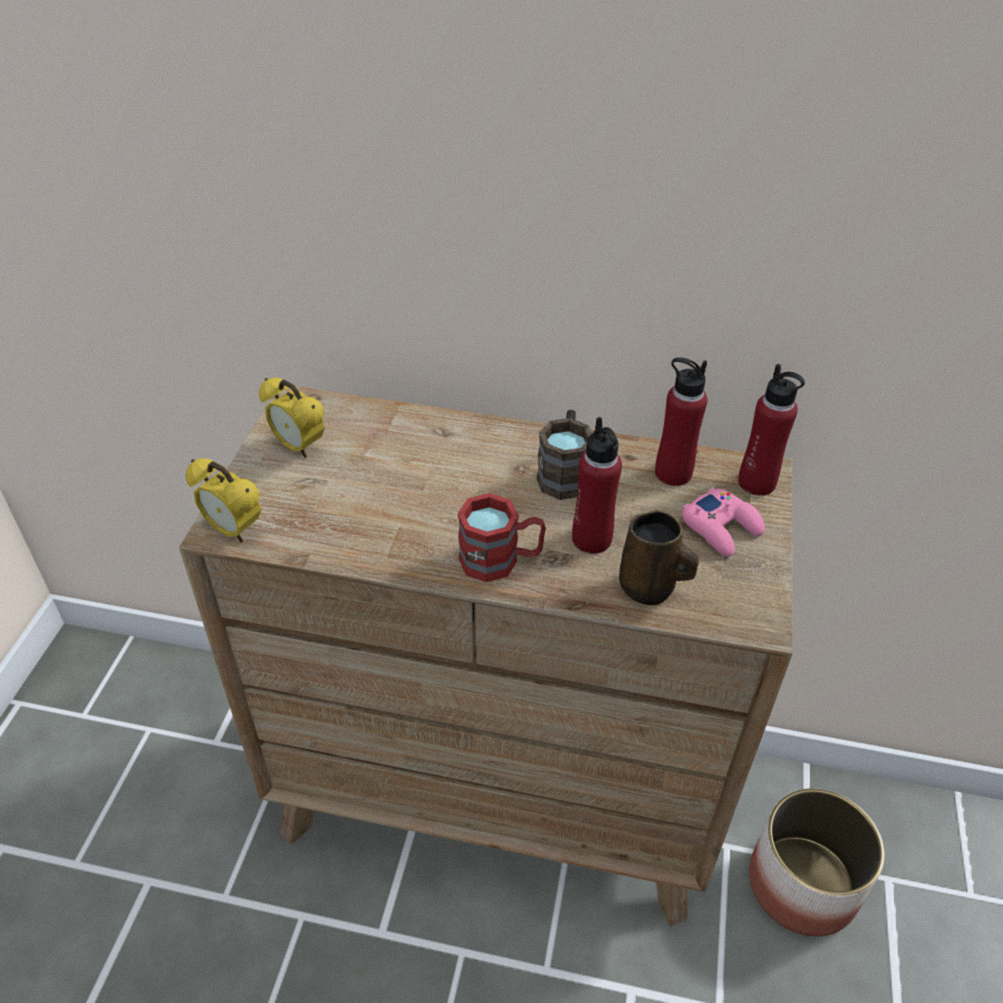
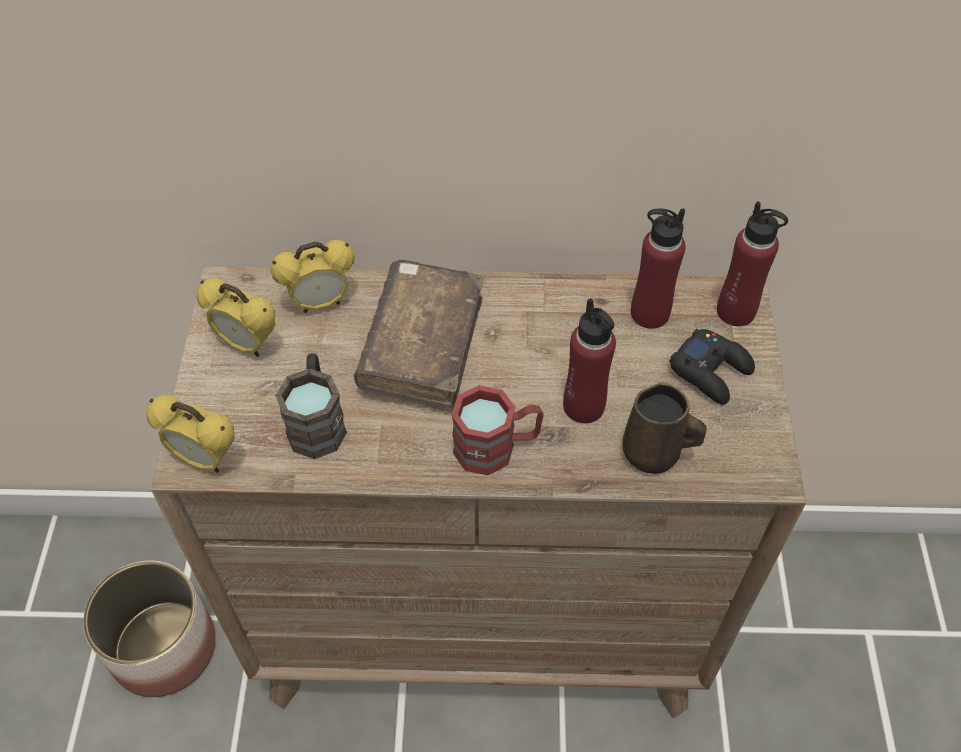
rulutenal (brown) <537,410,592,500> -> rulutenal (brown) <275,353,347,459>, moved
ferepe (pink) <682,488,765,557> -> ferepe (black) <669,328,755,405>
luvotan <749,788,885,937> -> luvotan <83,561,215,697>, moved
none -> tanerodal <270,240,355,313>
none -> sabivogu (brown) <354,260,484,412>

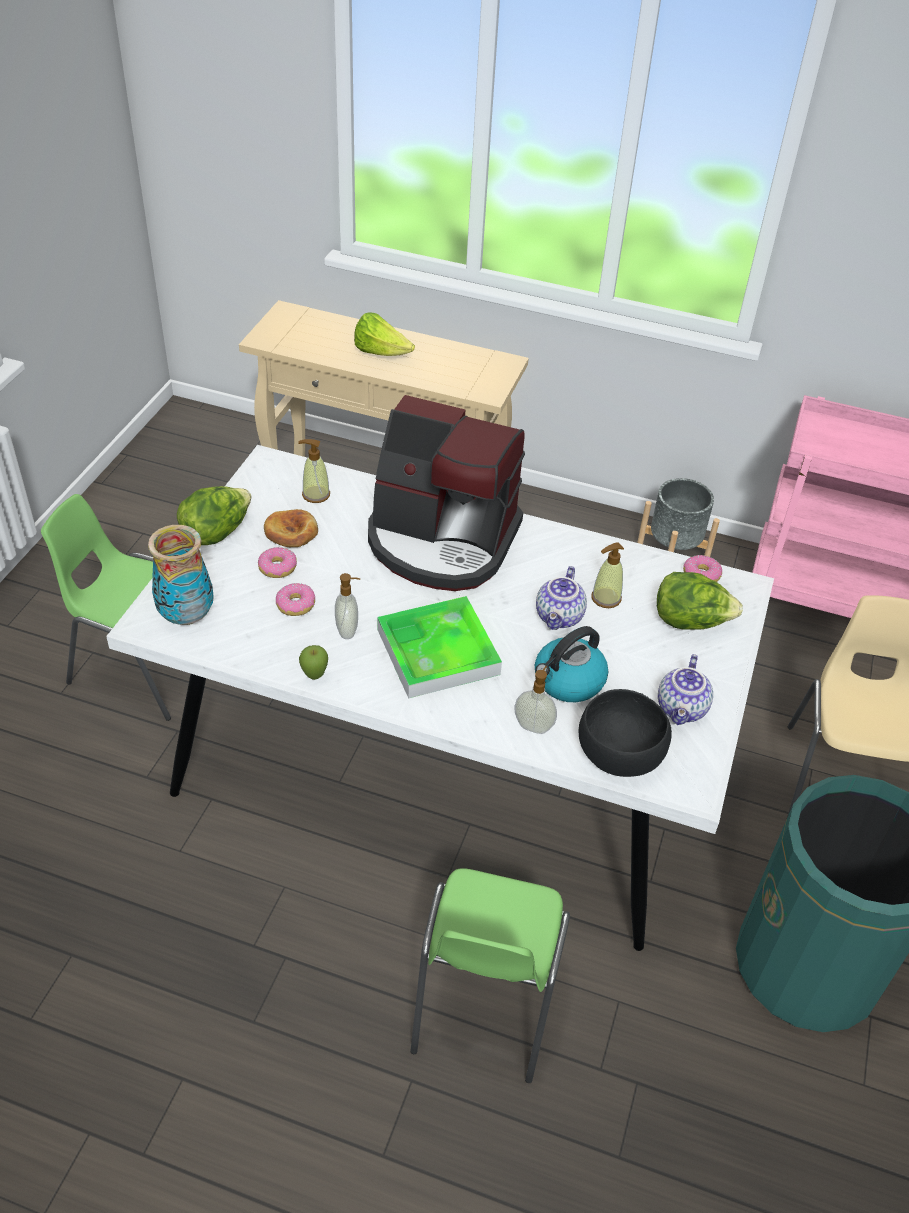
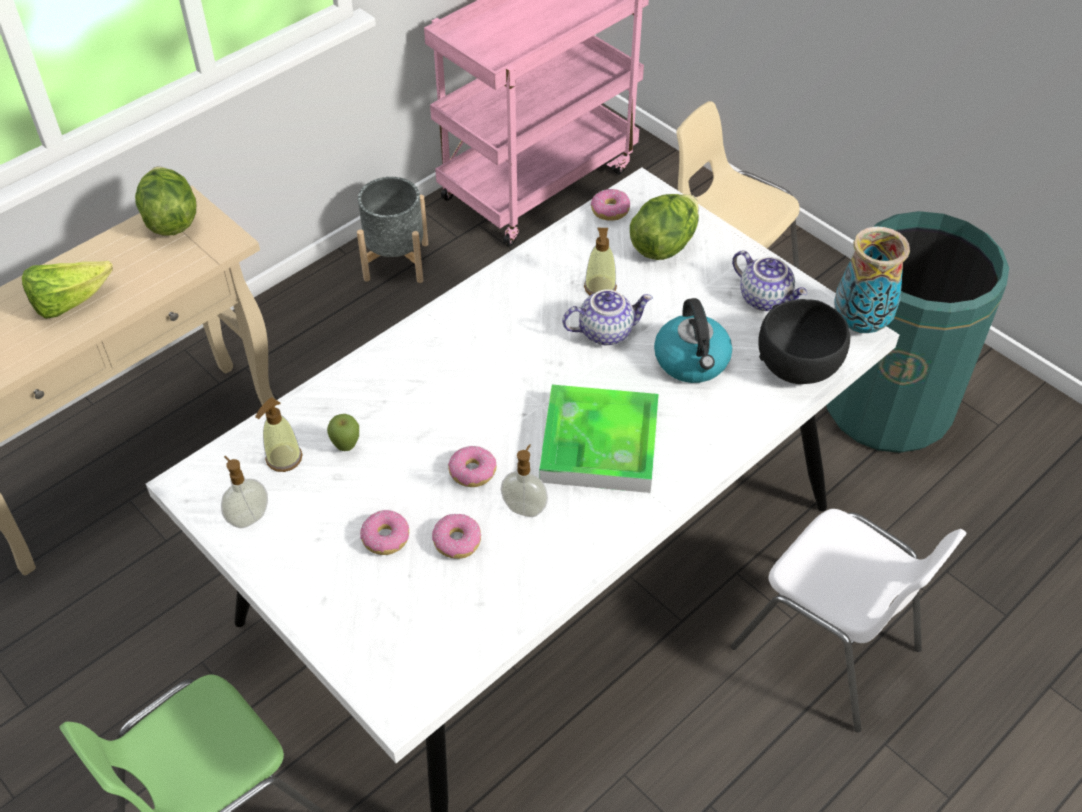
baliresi <148,525,214,625> -> baliresi <834,227,910,333>, moved
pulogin <177,486,251,545> -> pulogin <135,166,196,236>, moved
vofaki <264,509,318,547> -> none
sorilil <299,645,328,680> -> sorilil <327,414,359,451>, moved
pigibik <368,395,525,591> -> none
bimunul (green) <411,868,570,1083> -> bimunul (white) <731,509,967,732>
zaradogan <514,666,557,734> -> zaradogan <221,456,268,528>, moved
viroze <536,566,587,630> -> viroze <562,289,653,345>, 60 degrees counterclockwise
none -> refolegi <448,446,496,487>

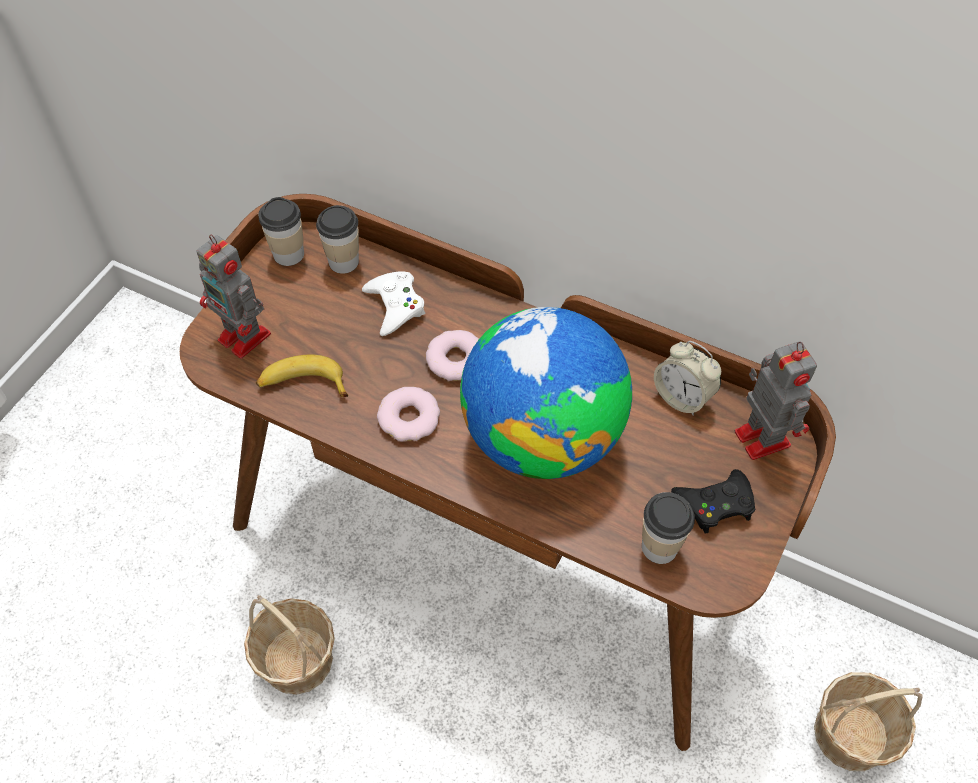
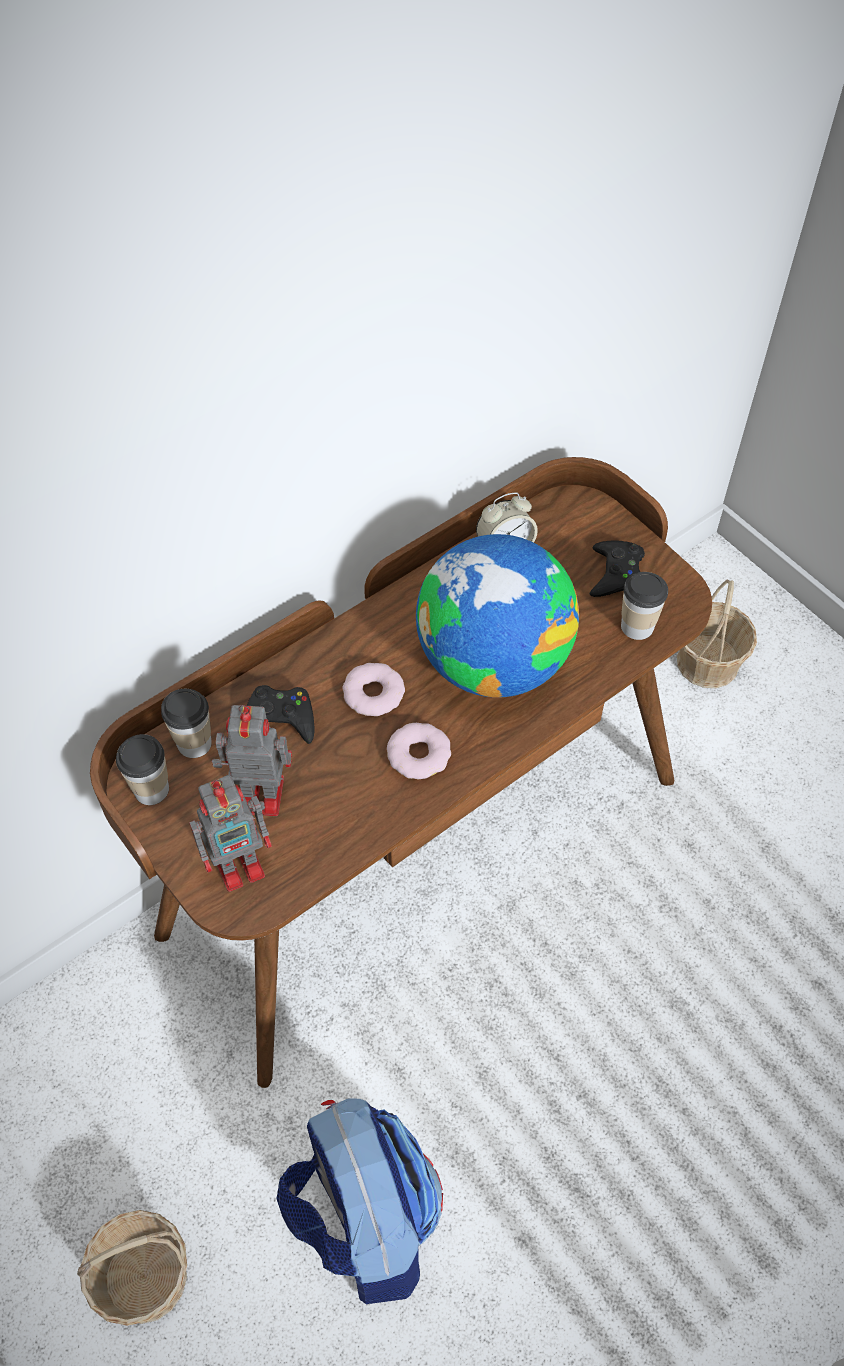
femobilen <244,595,335,695> -> femobilen <77,1210,187,1326>, moved
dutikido <256,354,348,397> -> none
ferepe (white) <362,271,425,336> -> ferepe (black) <247,685,315,744>
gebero <735,341,817,460> -> gebero <212,705,292,816>, moved
none -> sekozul <277,1098,443,1304>

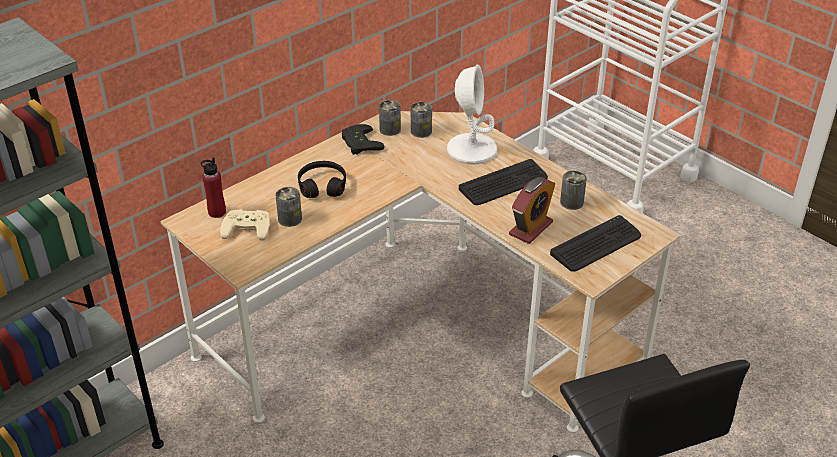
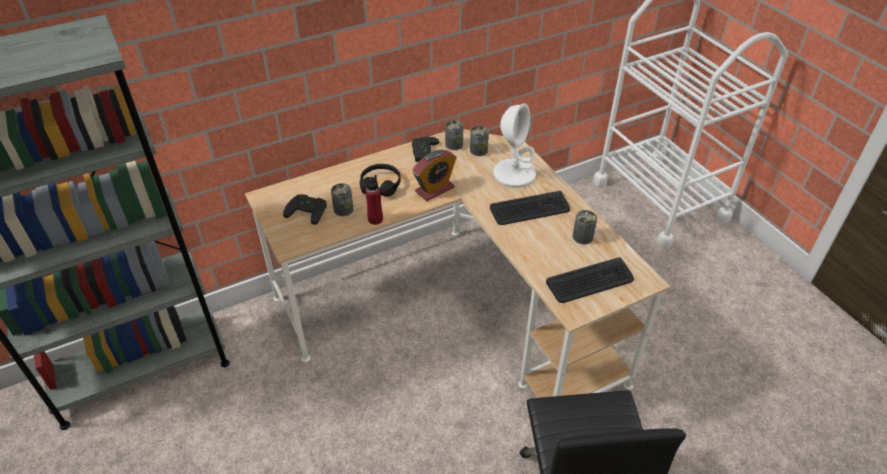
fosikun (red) <200,157,226,218> -> fosikun (red) <364,175,383,225>, moved
ferepe (beige) <220,209,270,240> -> ferepe (black) <283,194,327,225>
tanerodal <509,177,555,244> -> tanerodal <413,150,456,201>, moved

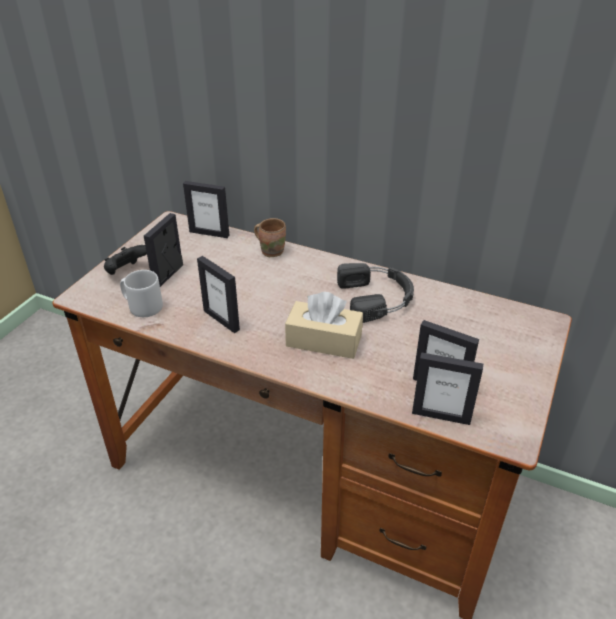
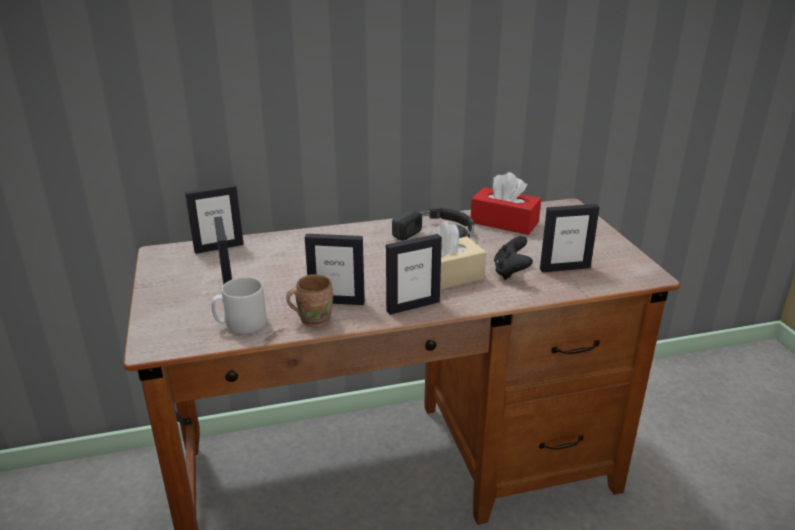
ferepe (black) <104,245,147,275> -> ferepe (black) <494,236,533,280>, moved
rulutenal (brown) <254,218,286,257> -> rulutenal (brown) <286,274,333,327>, moved
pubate <412,352,483,425> -> pubate <386,234,442,315>, moved
none -> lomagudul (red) <471,172,541,235>

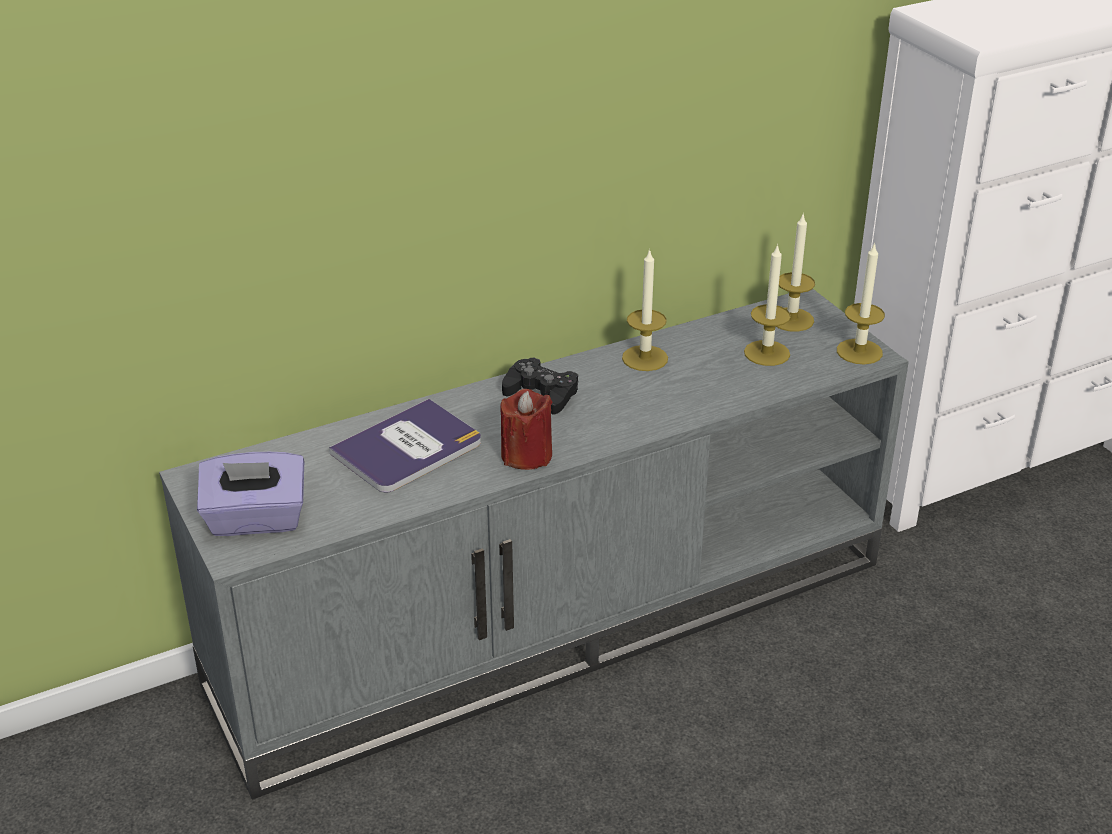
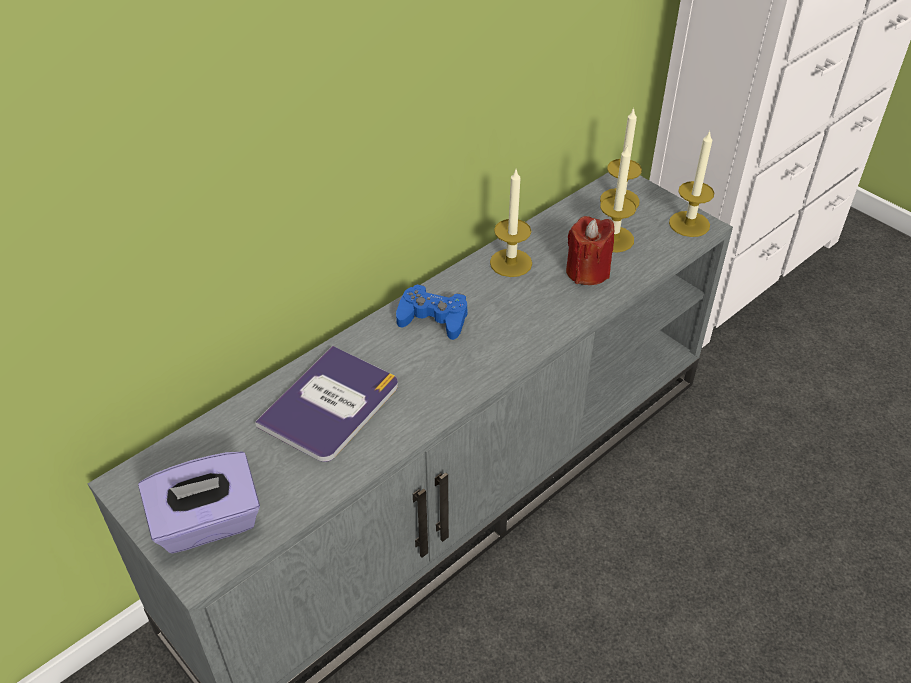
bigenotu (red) <500,389,552,470> -> bigenotu (red) <566,216,615,285>, moved
ferepe (black) <502,358,578,415> -> ferepe (blue) <396,284,468,340>

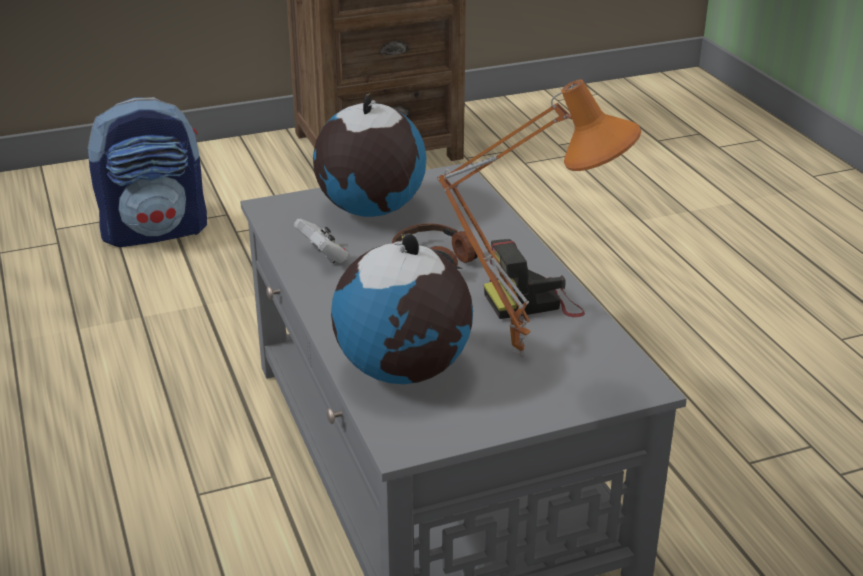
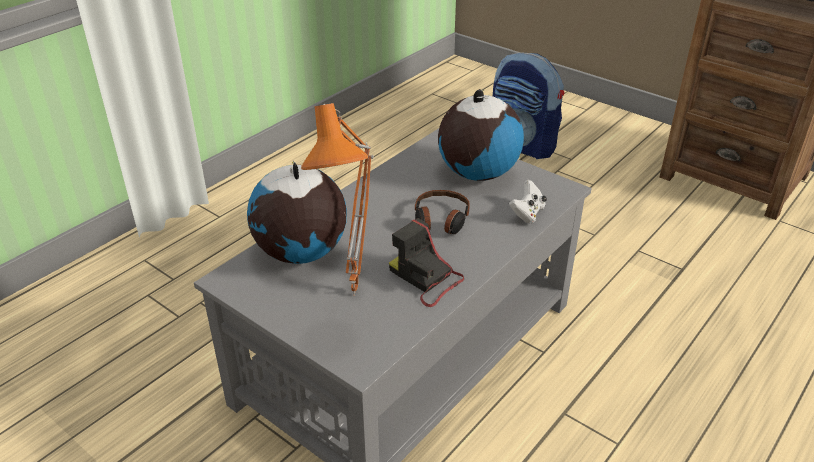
ferepe (white) <294,218,348,264> -> ferepe (white) <509,179,547,223>, moved

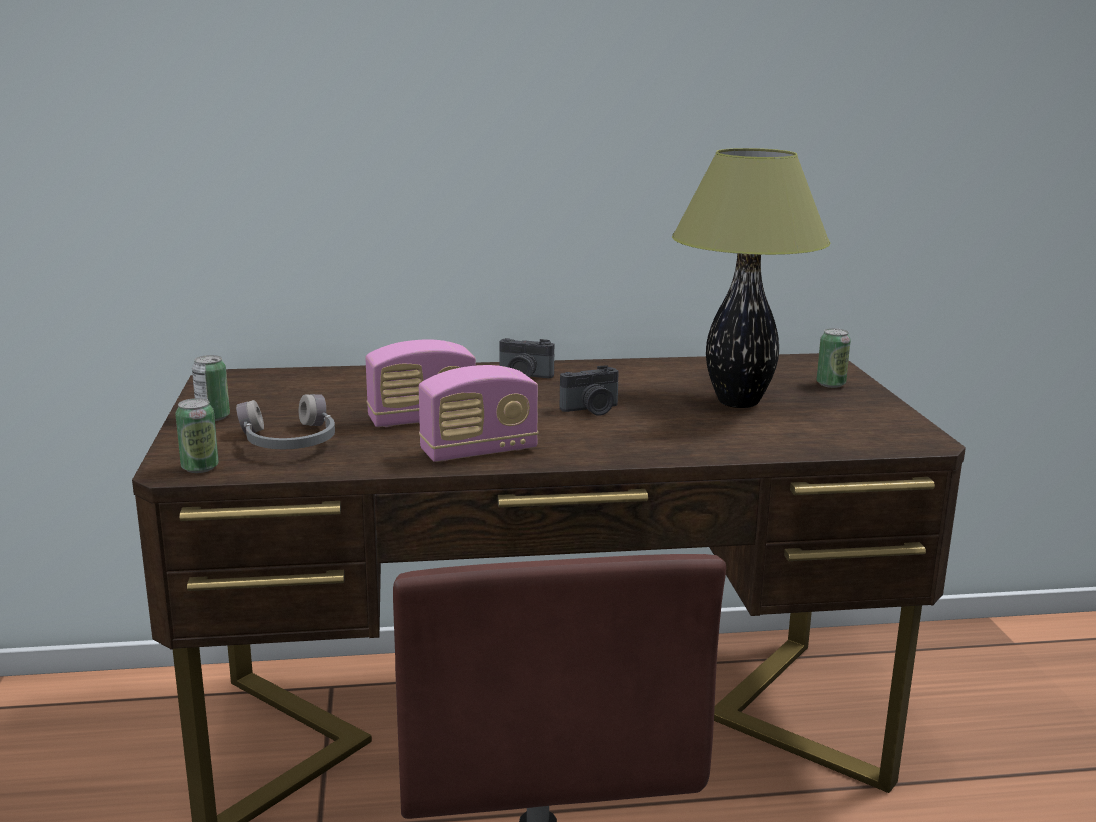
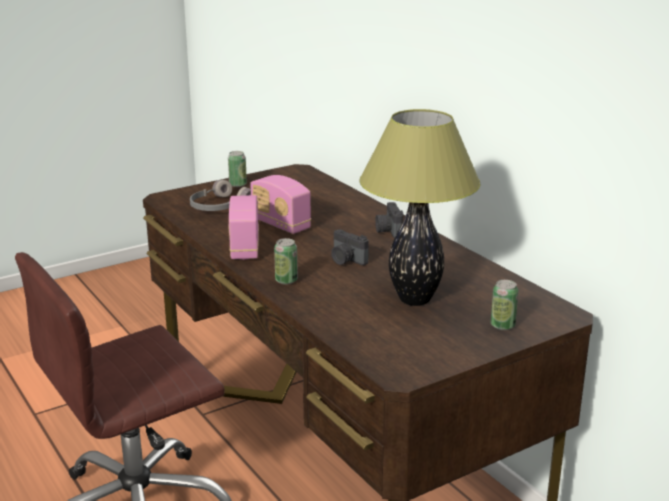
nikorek <175,398,219,473> -> nikorek <274,238,298,285>, moved
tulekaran <419,365,538,462> -> tulekaran <229,195,259,260>, 45 degrees clockwise

